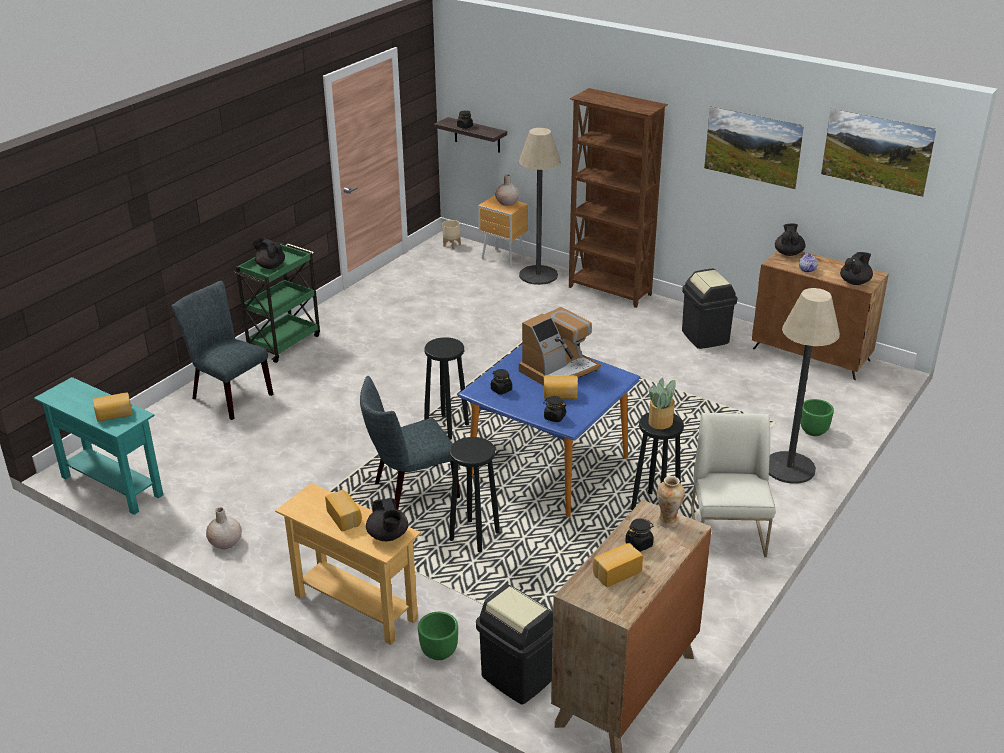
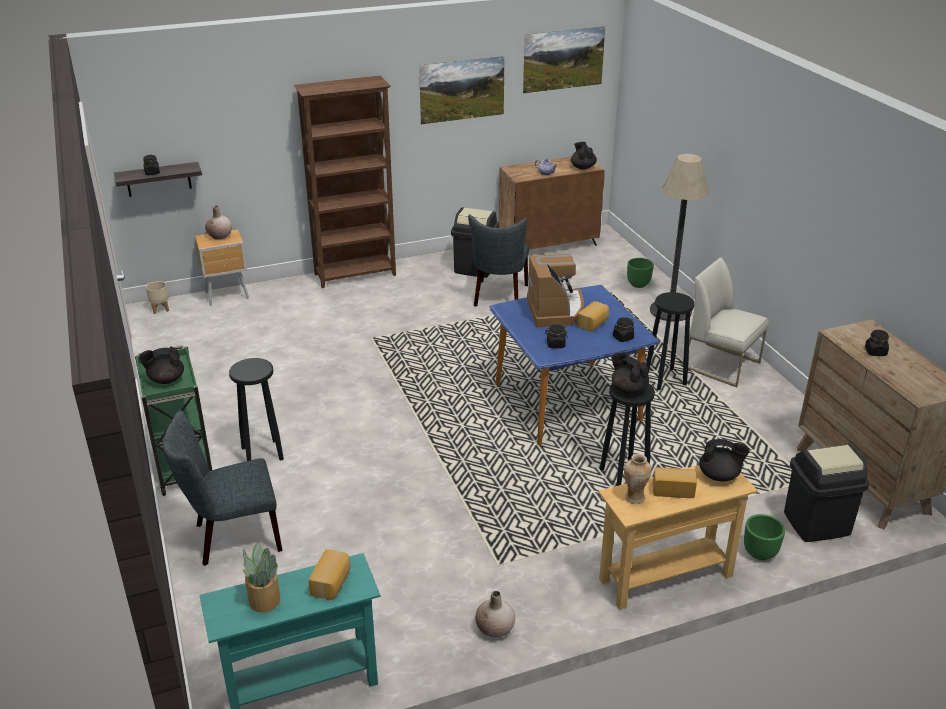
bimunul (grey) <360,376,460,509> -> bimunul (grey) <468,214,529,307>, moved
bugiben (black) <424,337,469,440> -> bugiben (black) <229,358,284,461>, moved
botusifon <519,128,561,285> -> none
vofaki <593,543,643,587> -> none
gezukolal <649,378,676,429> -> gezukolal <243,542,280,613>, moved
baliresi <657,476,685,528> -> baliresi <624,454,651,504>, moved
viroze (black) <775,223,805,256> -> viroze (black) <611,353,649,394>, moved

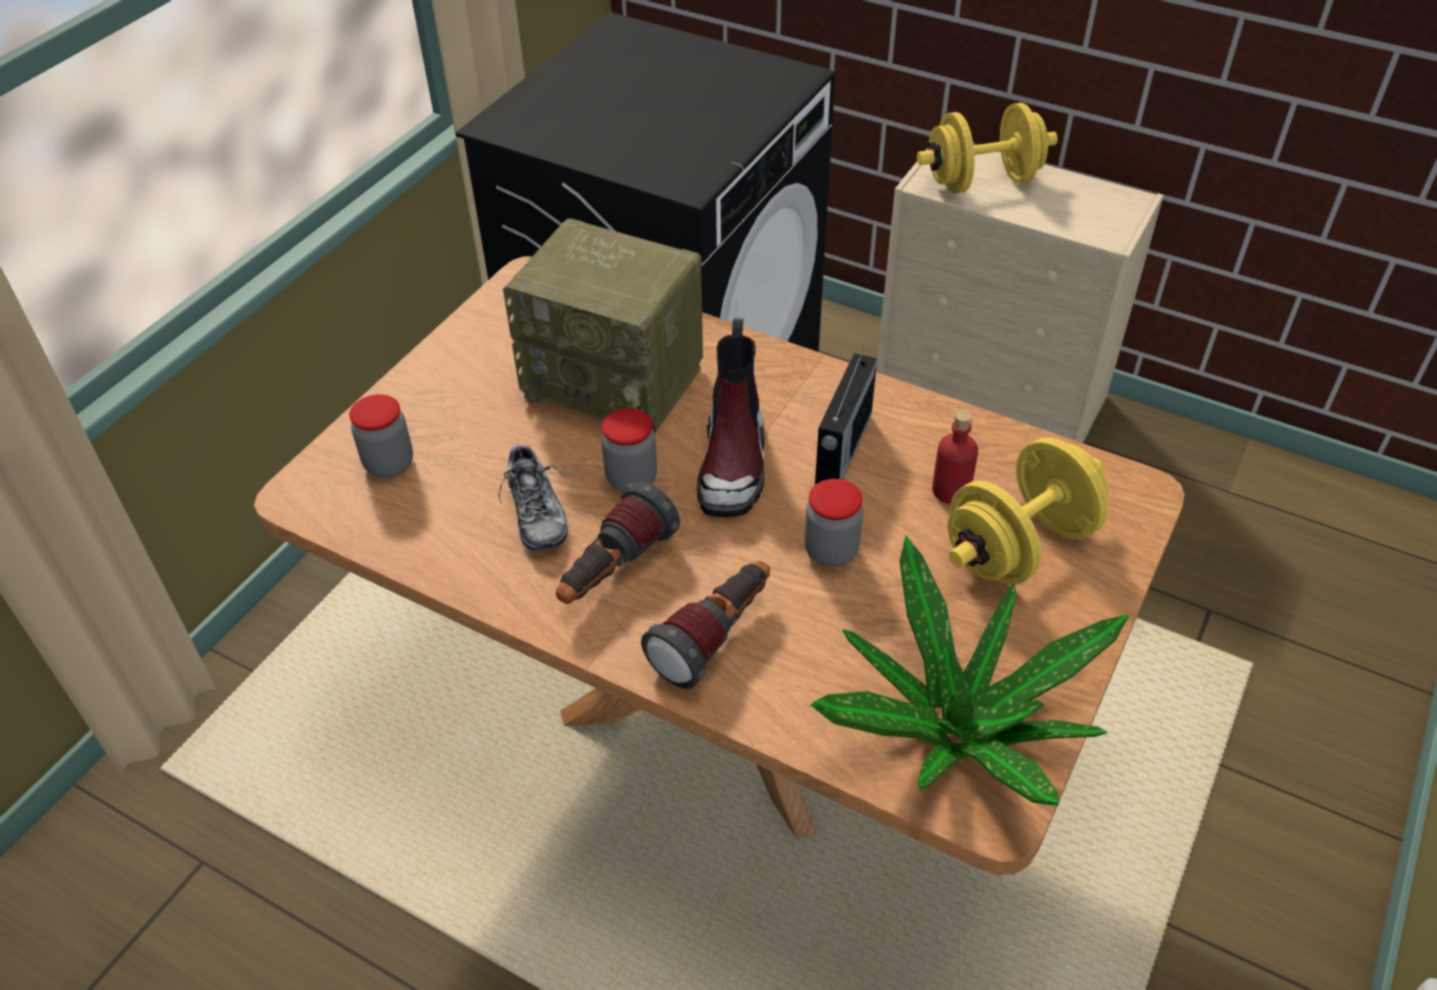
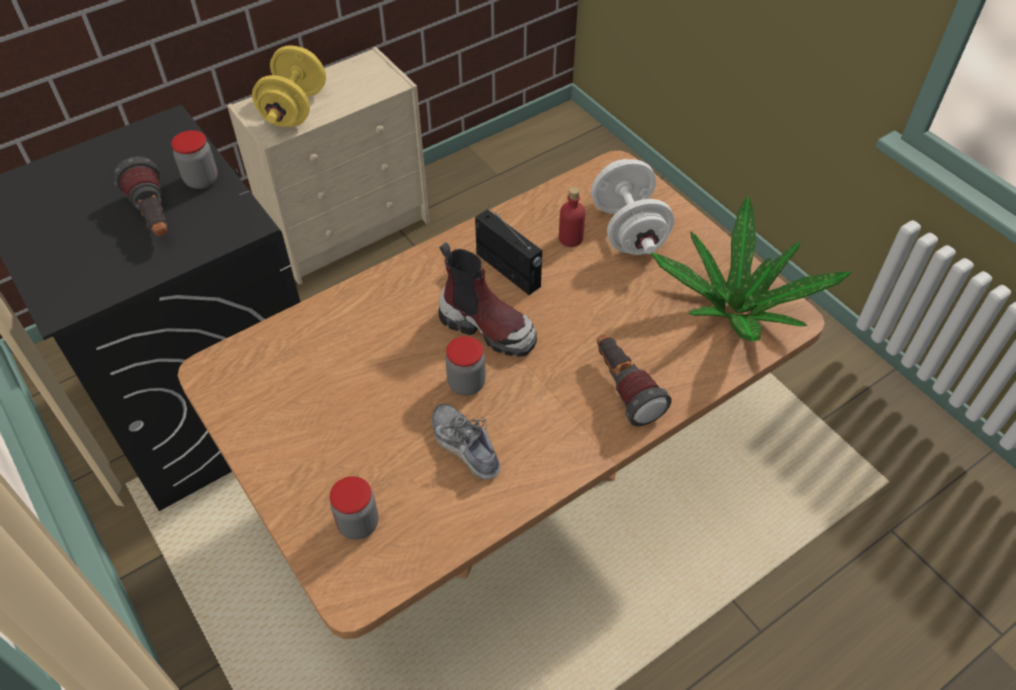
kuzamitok <499,439,568,552> -> kuzamitok <432,404,500,480>, 135 degrees counterclockwise
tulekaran <503,218,703,433> -> none
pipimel <556,481,680,604> -> pipimel <113,156,168,236>, moved
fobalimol <804,479,863,567> -> fobalimol <171,130,218,189>, moved
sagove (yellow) <948,438,1108,585> -> sagove (white) <591,159,674,255>

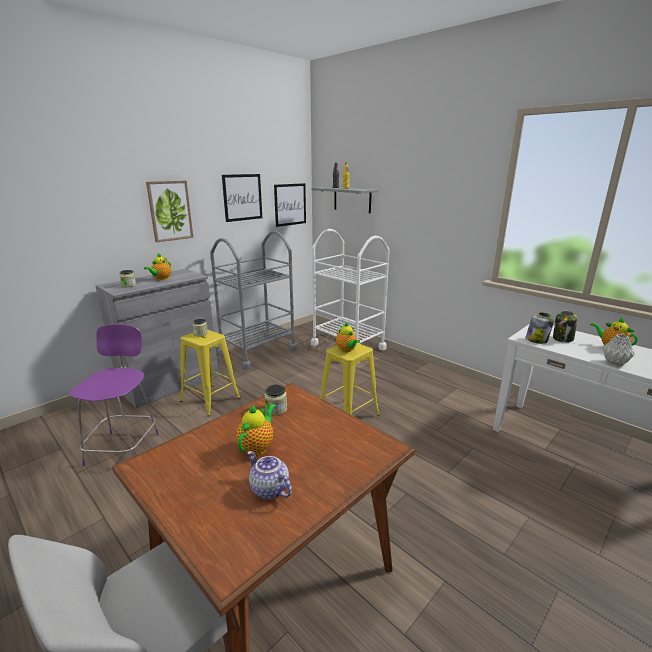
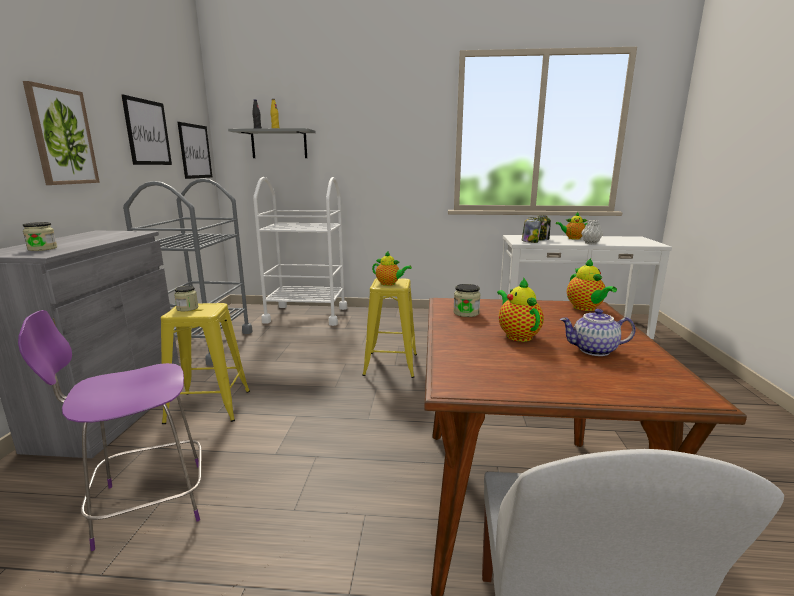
bimunul (purple) <70,324,159,466> -> bimunul (purple) <18,310,202,551>, 75 degrees counterclockwise
viroze <144,253,171,280> -> viroze <567,258,617,311>, moved

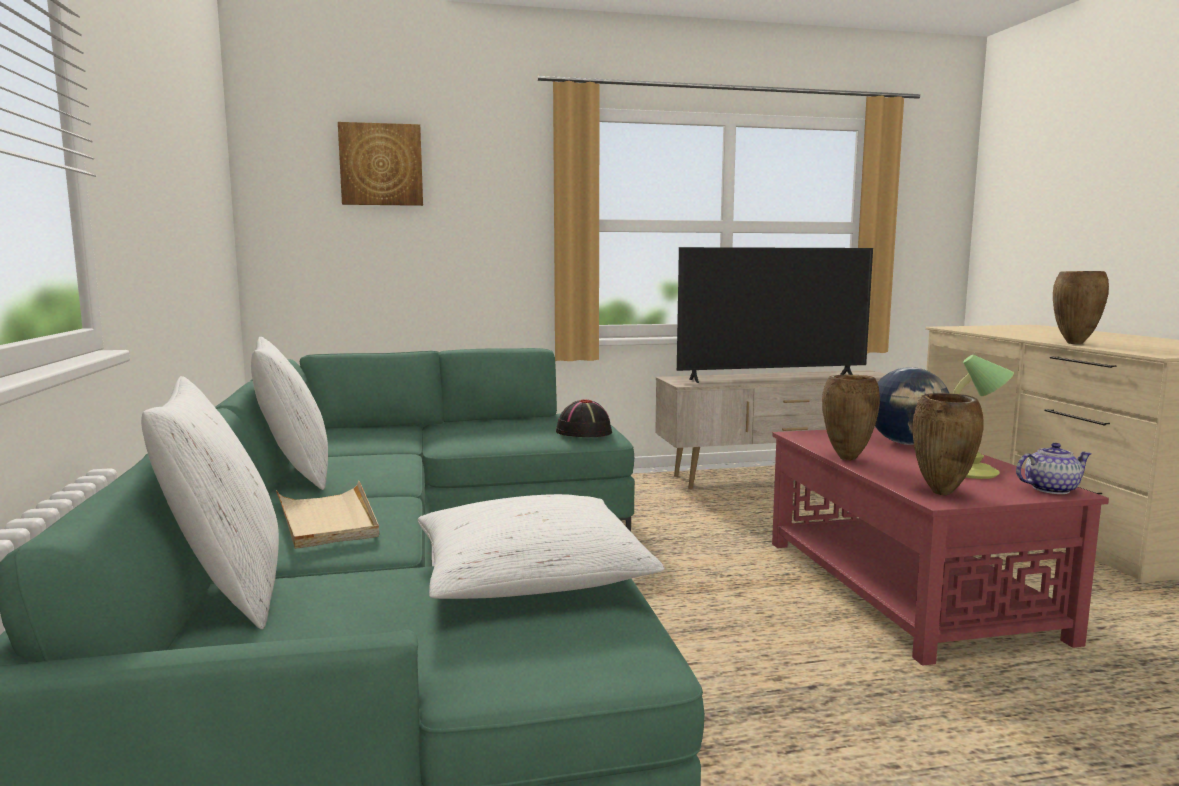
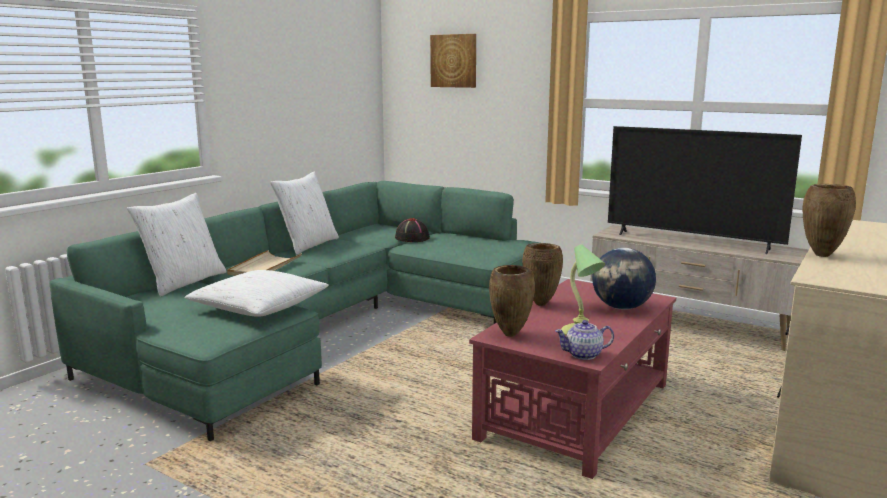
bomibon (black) <556,399,612,437> -> bomibon (black) <395,218,430,242>, moved
viroze <1016,443,1092,494> -> viroze <555,320,614,360>, 135 degrees clockwise

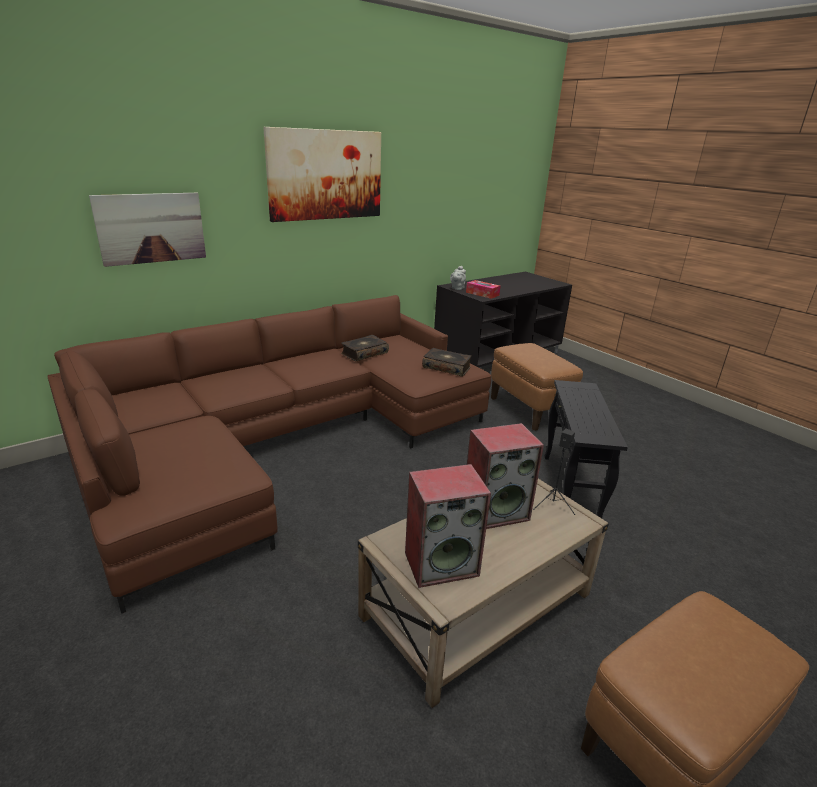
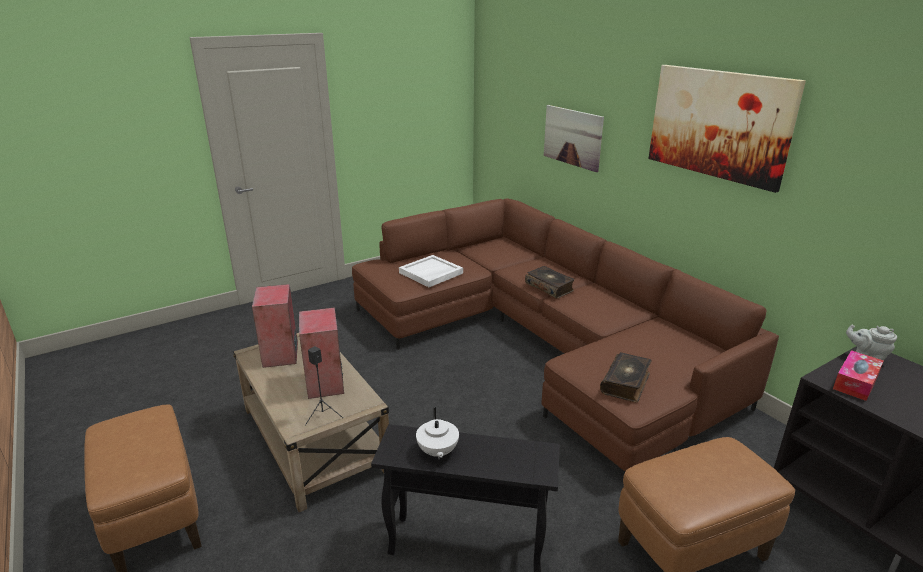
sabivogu <341,335,389,361> -> sabivogu <525,266,575,299>, moved
none -> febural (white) <399,255,463,287>
none -> viroze (white) <416,407,459,460>

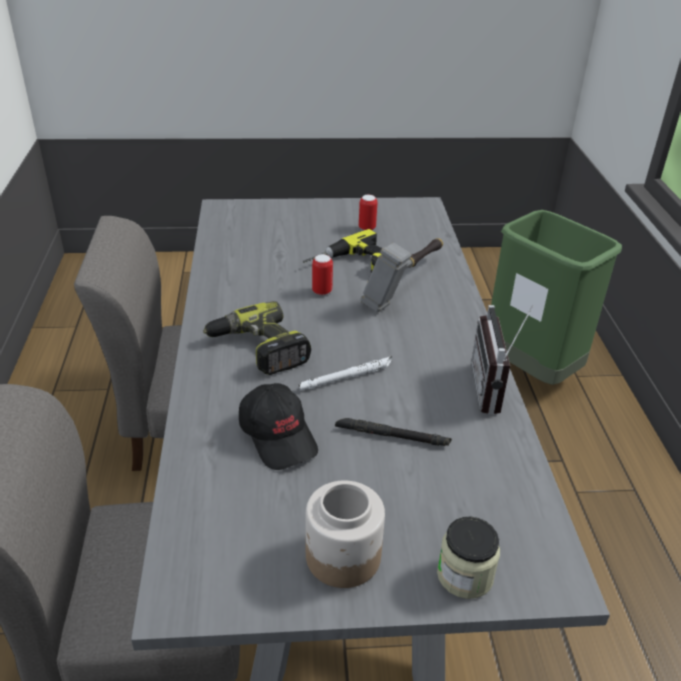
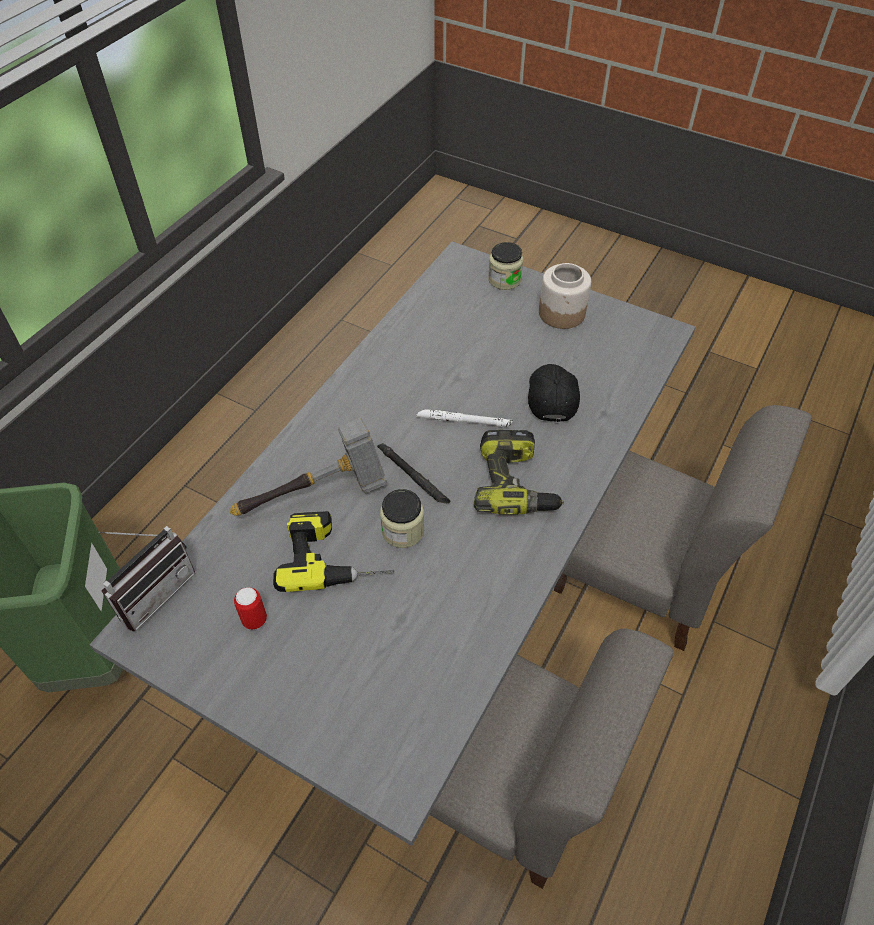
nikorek <312,254,333,295> -> fobalimol <380,489,424,548>
pipimel (black) <335,418,452,446> -> pipimel (black) <377,443,451,503>, moved
tulekaran <471,305,533,415> -> tulekaran <99,526,195,632>, moved

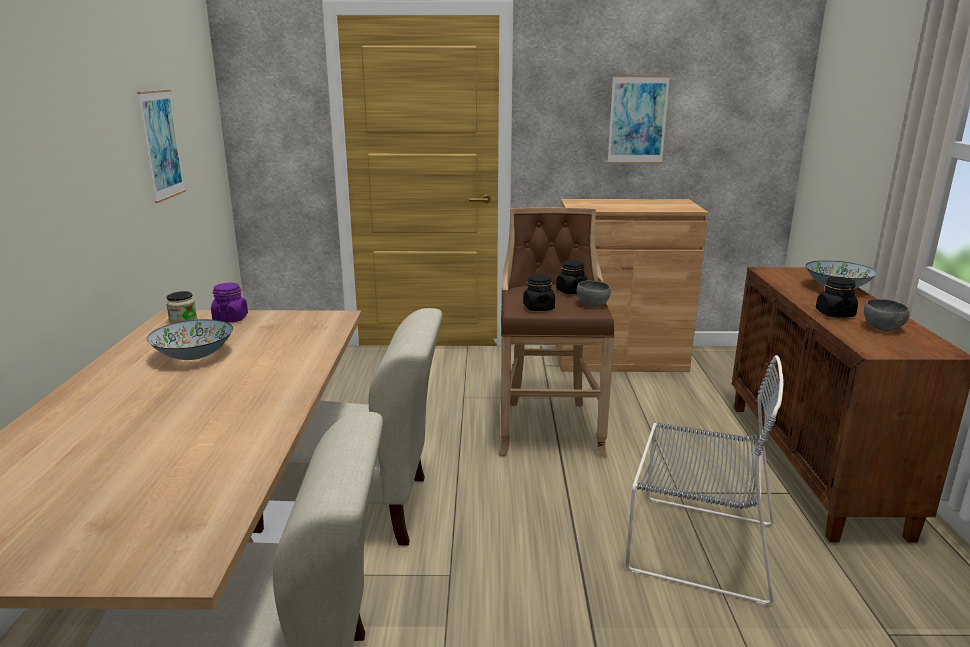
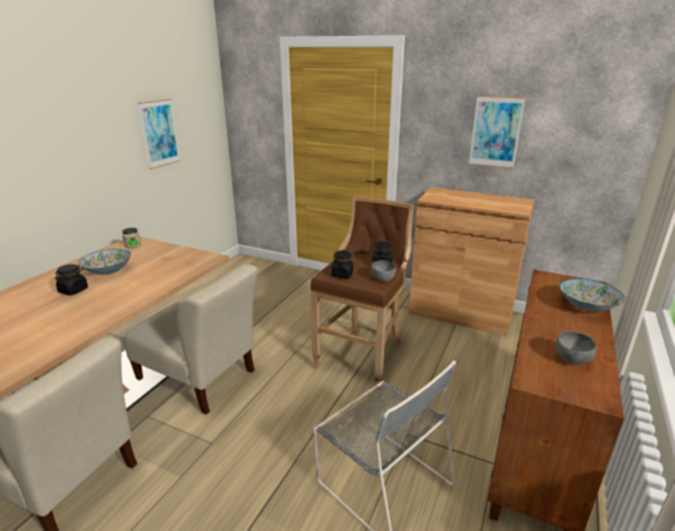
fobalimol (purple) <211,283,248,322> -> none
fobalimol (black) <816,277,858,318> -> fobalimol (black) <55,264,88,295>, moved

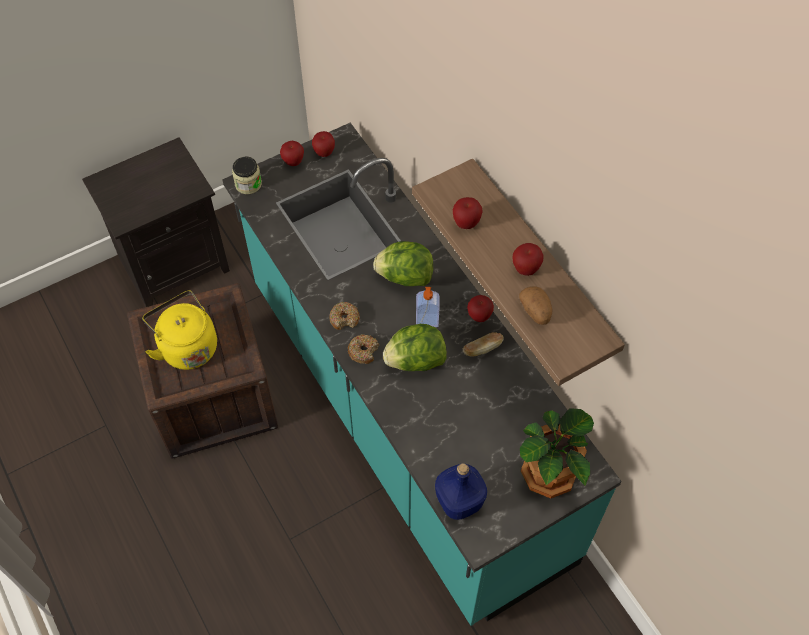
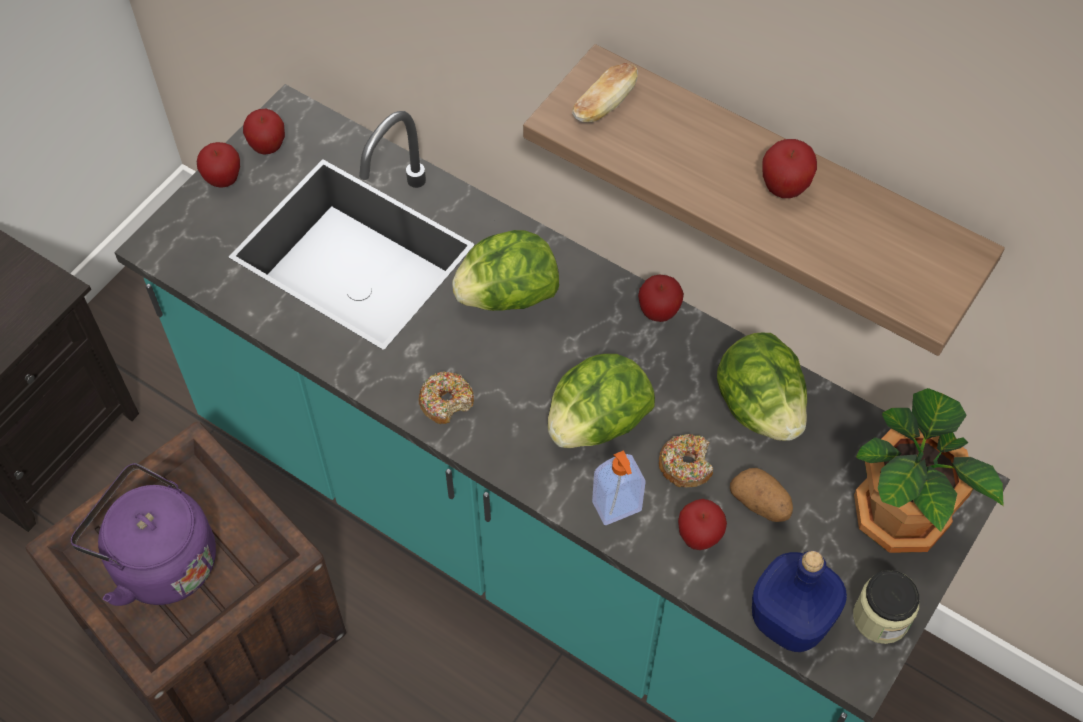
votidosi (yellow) <142,291,217,370> -> votidosi (purple) <71,463,216,606>
fobalimol <232,157,262,194> -> fobalimol <853,570,919,644>, moved
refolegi <348,334,379,364> -> refolegi <659,434,713,488>, moved
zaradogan <416,287,439,327> -> zaradogan <592,450,646,525>, moved
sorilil <453,197,483,229> -> sorilil <678,499,727,550>, moved
vofaki <463,332,503,357> -> vofaki <572,63,638,122>, moved
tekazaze <519,287,553,325> -> tekazaze <730,468,793,522>, moved
none -> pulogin <717,333,807,441>

